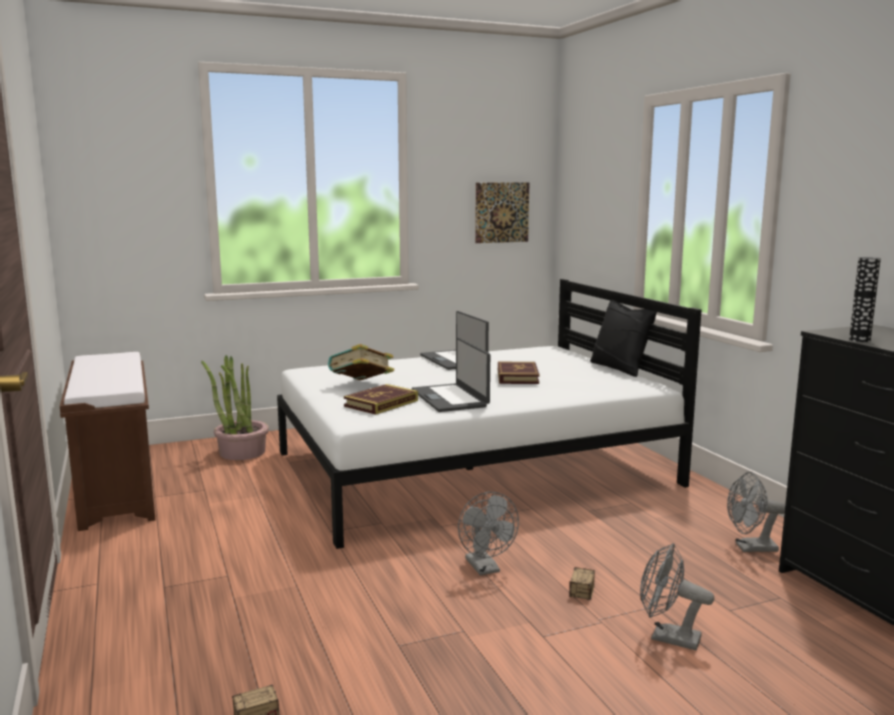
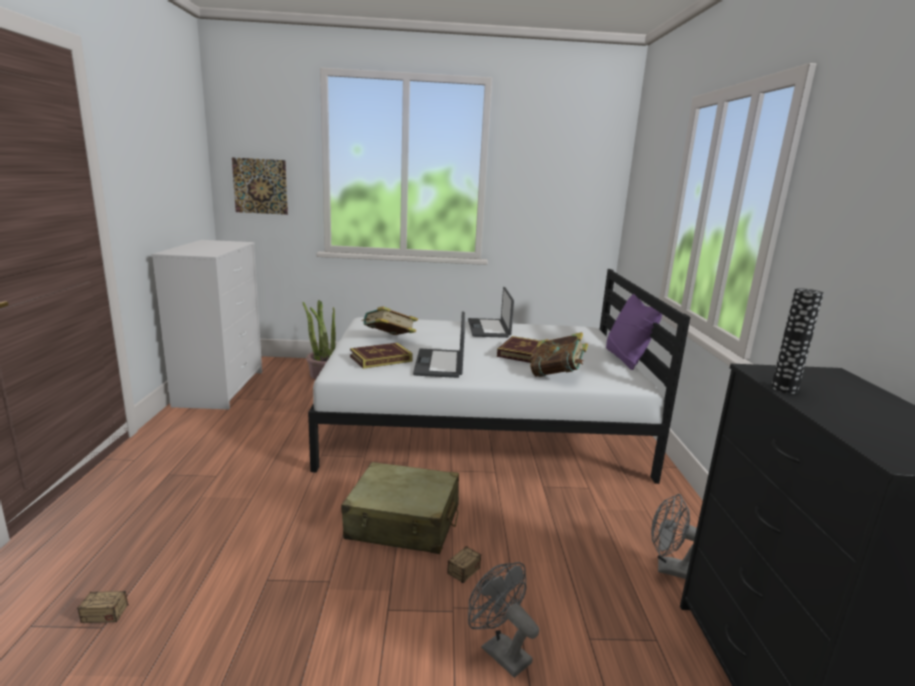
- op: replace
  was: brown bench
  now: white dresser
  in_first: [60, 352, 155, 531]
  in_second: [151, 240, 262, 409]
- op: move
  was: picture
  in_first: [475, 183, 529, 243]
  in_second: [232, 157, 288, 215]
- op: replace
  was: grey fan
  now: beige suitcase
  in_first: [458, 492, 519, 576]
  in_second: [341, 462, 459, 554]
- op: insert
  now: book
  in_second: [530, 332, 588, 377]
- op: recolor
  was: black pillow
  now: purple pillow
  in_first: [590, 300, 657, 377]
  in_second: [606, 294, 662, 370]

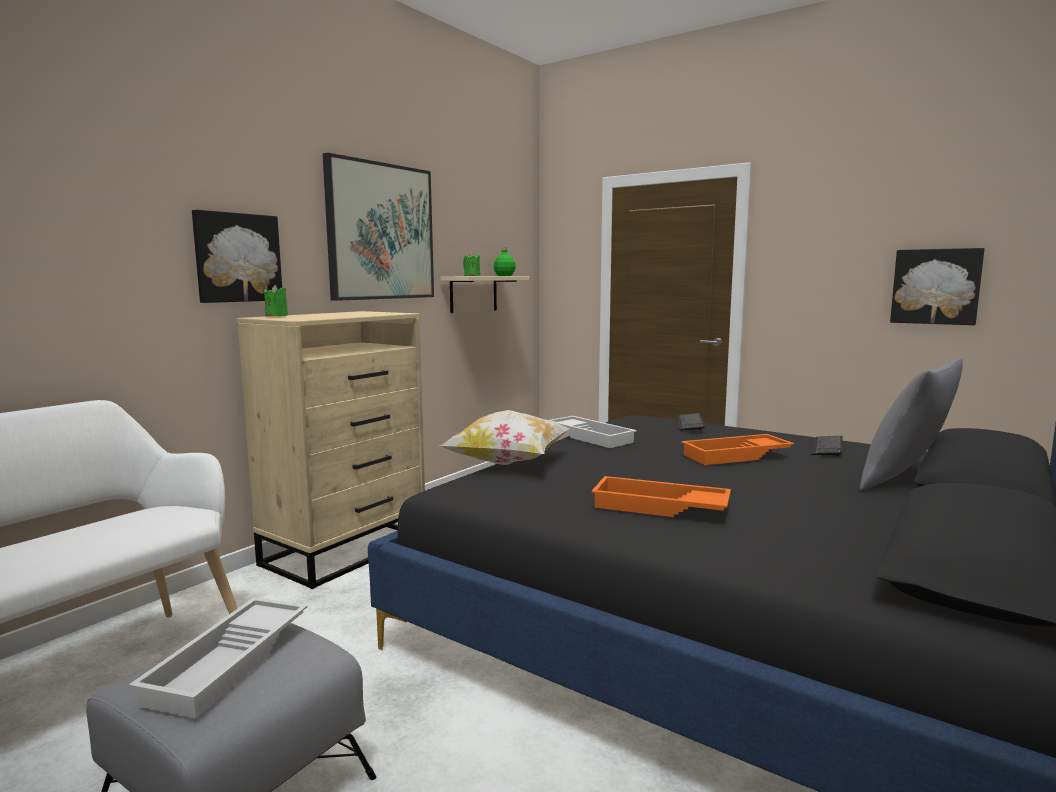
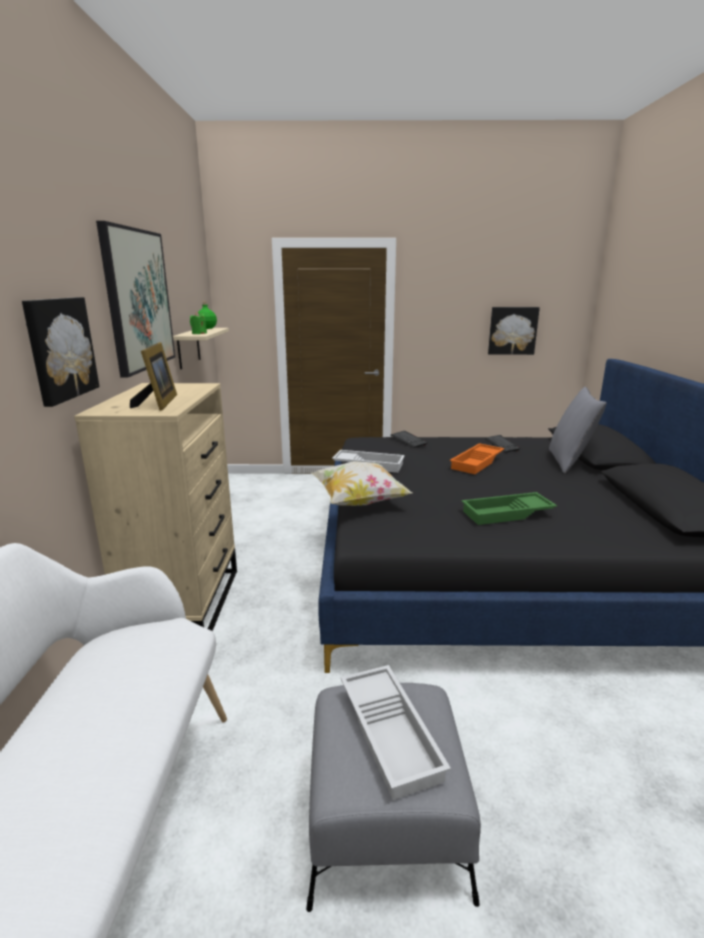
- op: insert
  now: picture frame
  in_second: [130, 342, 177, 411]
- op: recolor
  was: orange tray
  now: green tray
  in_first: [592, 476, 731, 517]
  in_second: [462, 492, 557, 525]
- op: delete
  was: green candle
  in_first: [264, 285, 288, 316]

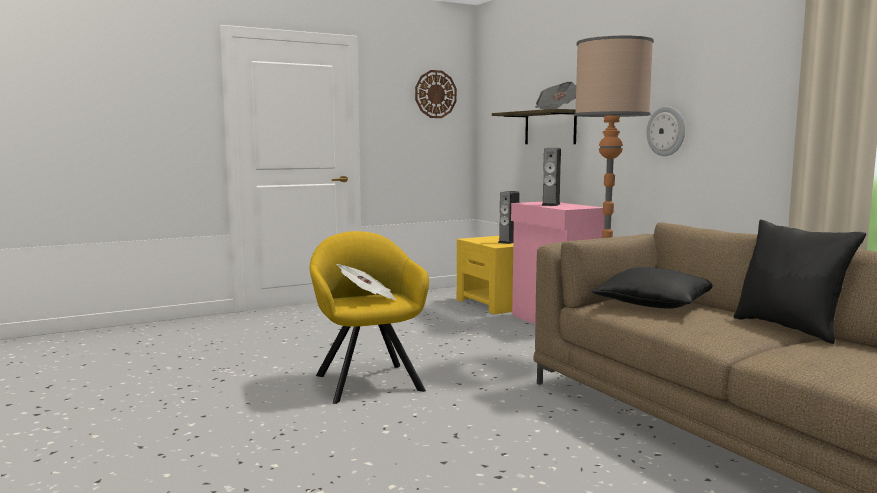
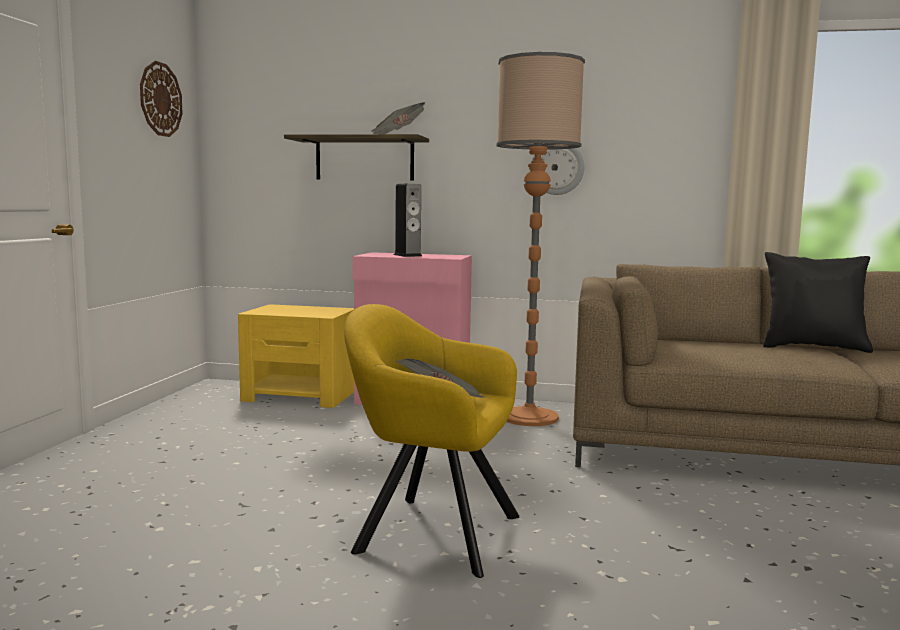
- op: delete
  was: speaker
  in_first: [498, 191, 520, 244]
- op: delete
  was: black pillow
  in_first: [592, 267, 712, 309]

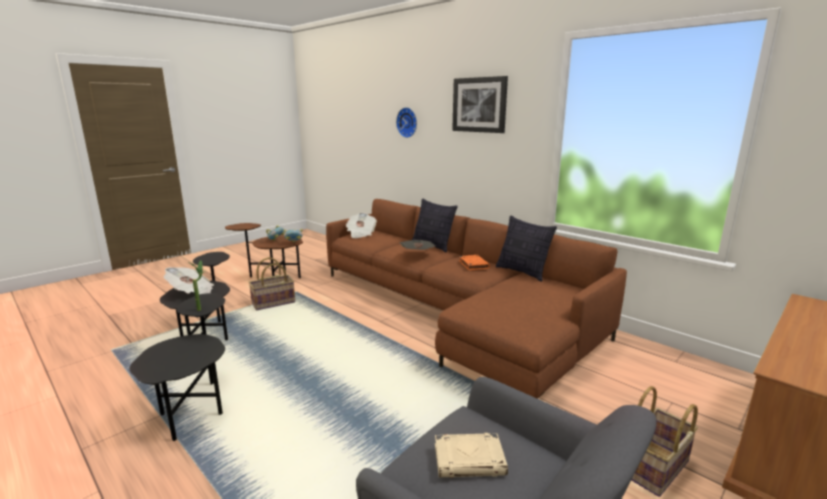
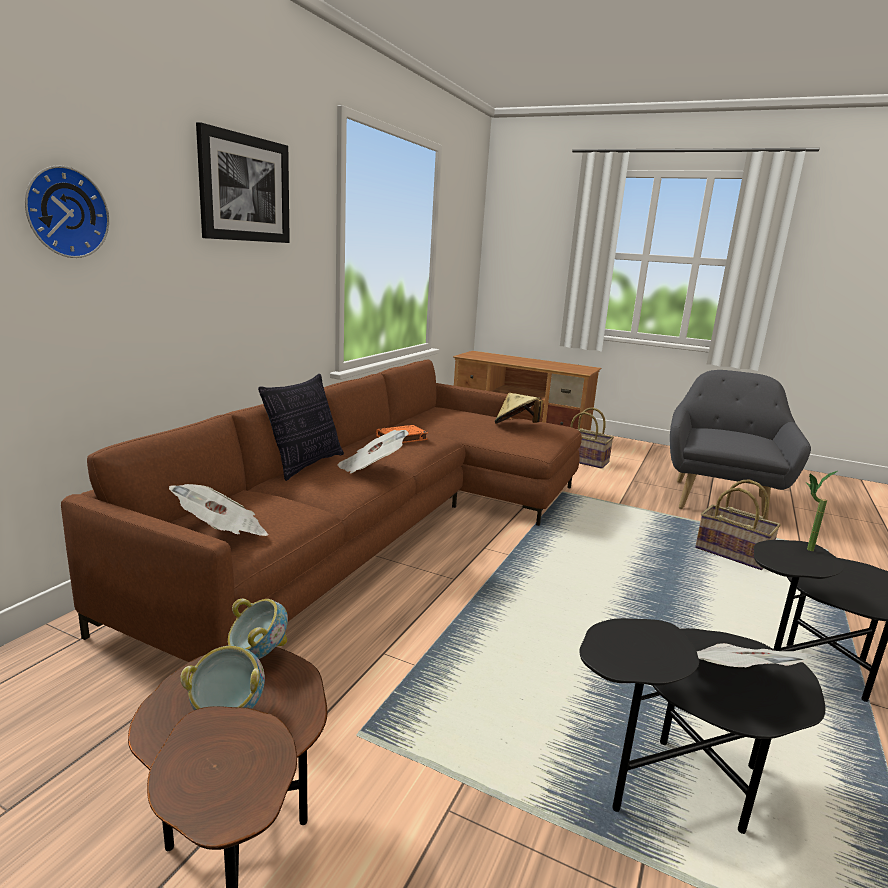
- op: insert
  now: beige hat
  in_second: [495, 393, 543, 423]
- op: move
  was: basket
  in_first: [248, 257, 295, 310]
  in_second: [695, 479, 781, 570]
- op: delete
  was: beige book
  in_first: [435, 433, 508, 478]
- op: delete
  was: pillow
  in_first: [496, 216, 557, 282]

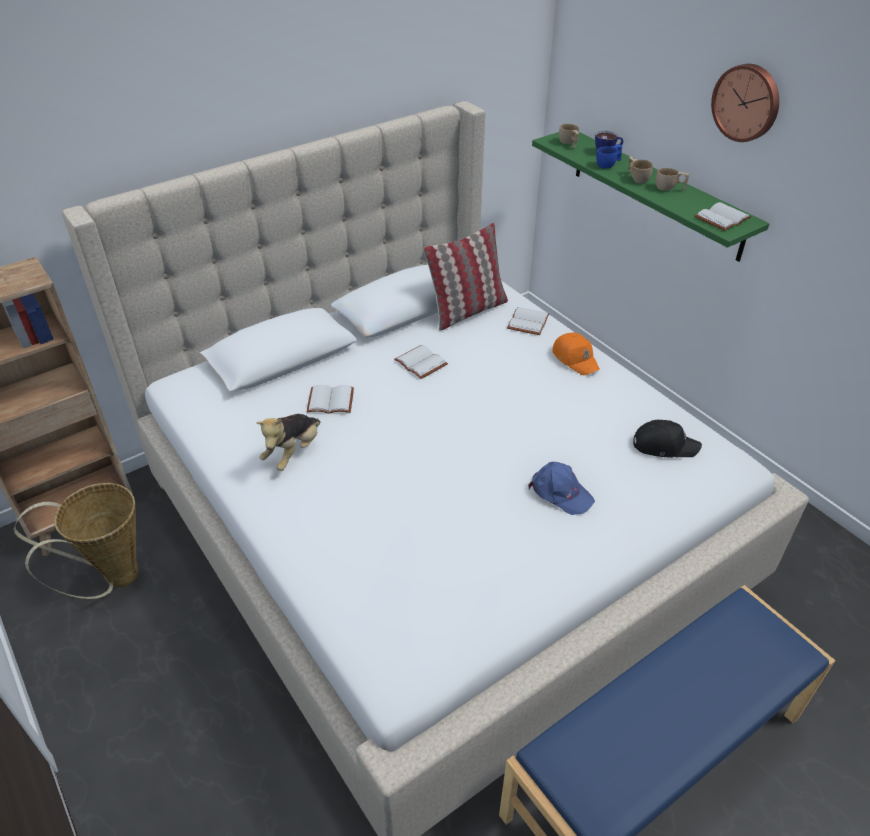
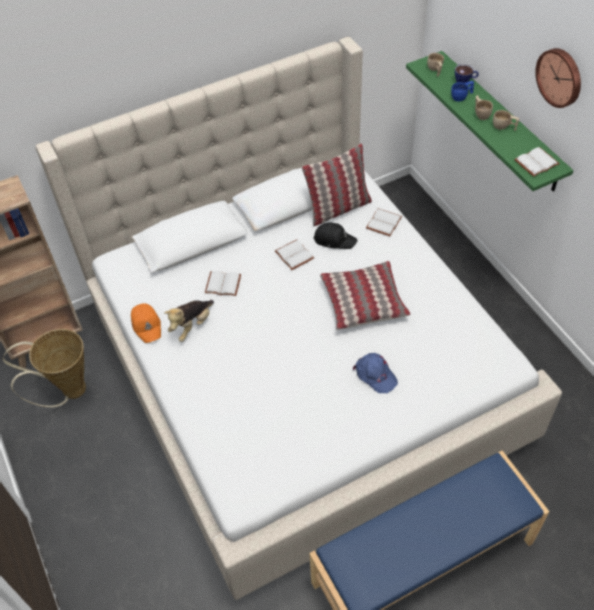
- op: move
  was: orange cap
  in_first: [552, 333, 600, 375]
  in_second: [131, 303, 161, 343]
- op: move
  was: black cap
  in_first: [633, 420, 702, 458]
  in_second: [313, 222, 358, 249]
- op: insert
  now: pillow
  in_second: [320, 261, 411, 330]

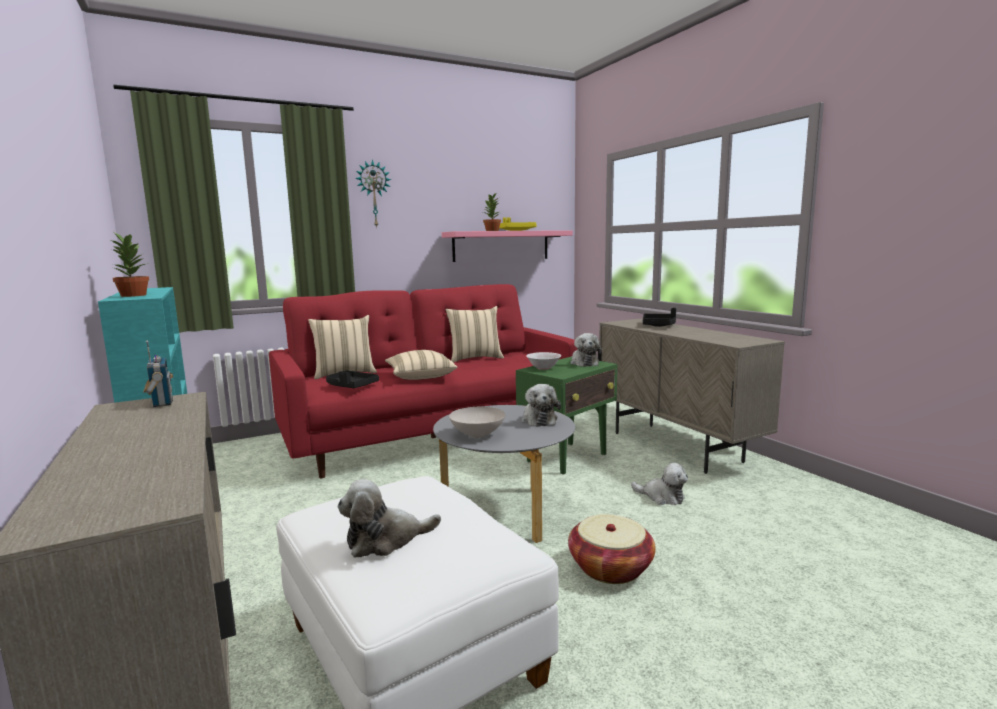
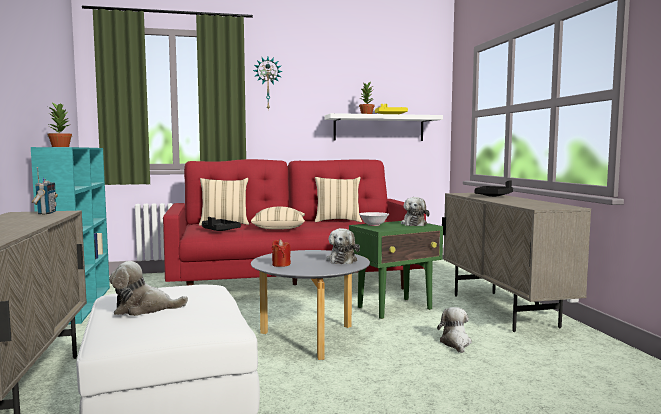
- op: replace
  was: white bowl
  now: red candle
  in_first: [449, 407, 505, 438]
  in_second: [272, 239, 291, 267]
- op: recolor
  was: pink shelf
  now: white shelf
  in_first: [442, 230, 573, 262]
  in_second: [324, 113, 443, 141]
- op: rotate
  was: plush toy
  in_first: [631, 463, 688, 505]
  in_second: [437, 307, 472, 353]
  clockwise: -135
- op: delete
  was: basket
  in_first: [568, 514, 656, 584]

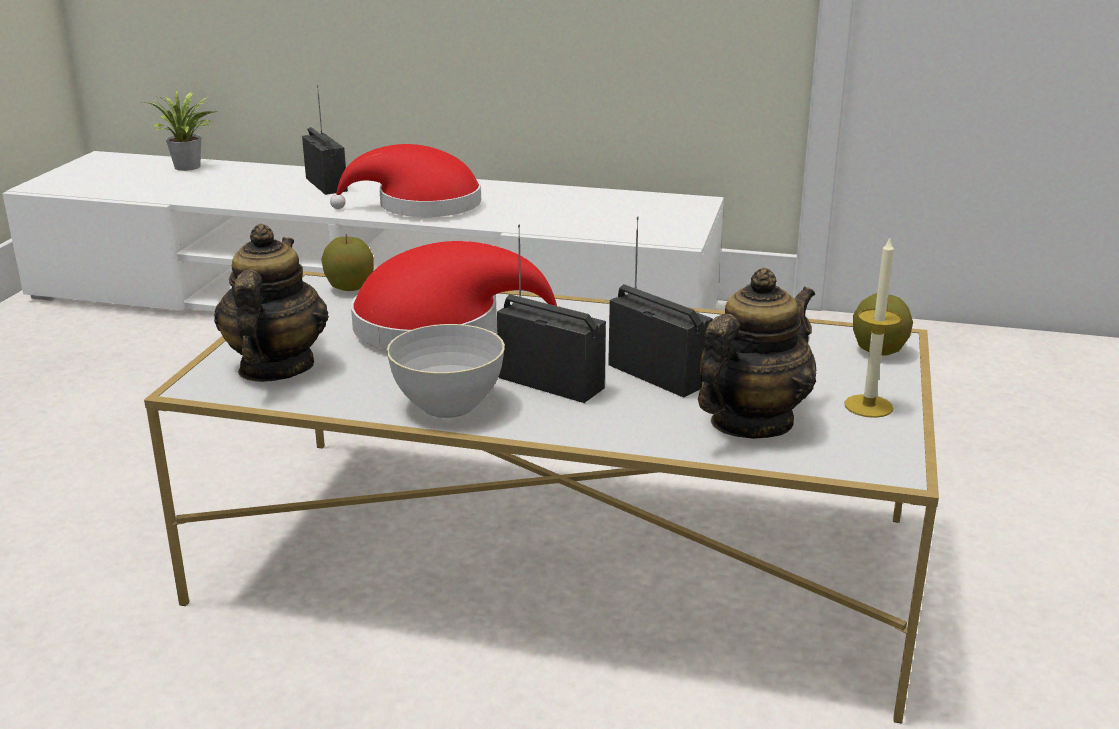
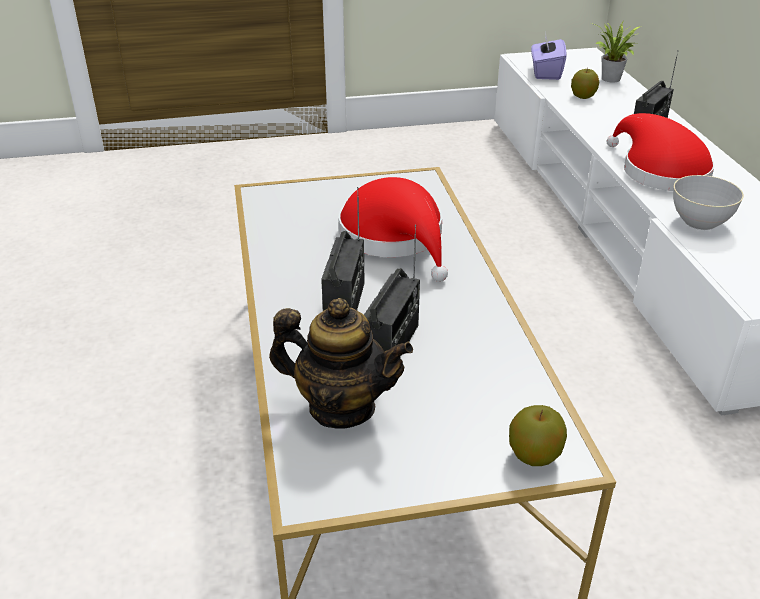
- op: insert
  now: purple tissue box
  in_second: [531, 31, 567, 80]
- op: move
  was: apple
  in_first: [321, 235, 374, 291]
  in_second: [571, 68, 599, 99]
- op: move
  was: grey bowl
  in_first: [387, 324, 505, 418]
  in_second: [673, 175, 744, 230]
- op: delete
  was: teapot
  in_first: [214, 224, 329, 382]
- op: delete
  was: candle
  in_first: [844, 236, 902, 418]

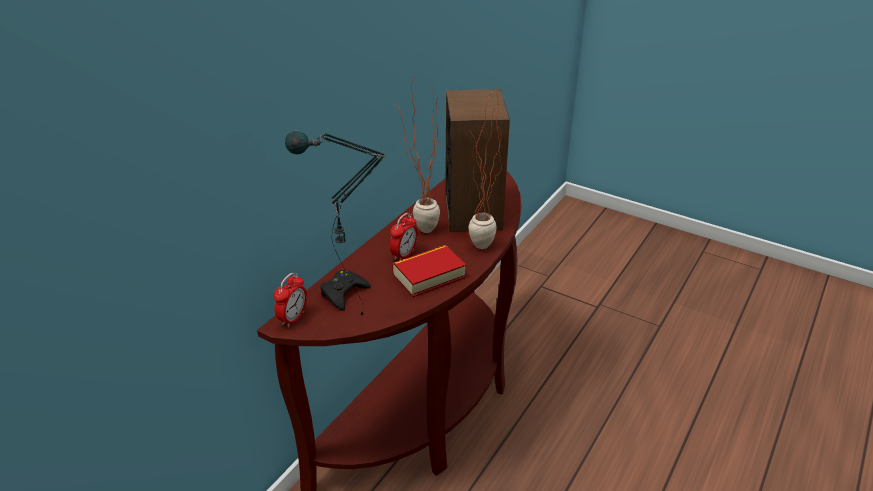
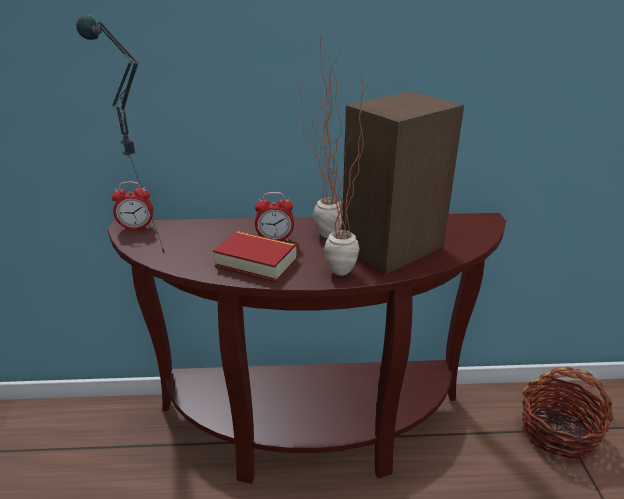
- op: insert
  now: basket
  in_second: [522, 367, 614, 460]
- op: delete
  was: black game controller
  in_first: [320, 270, 371, 311]

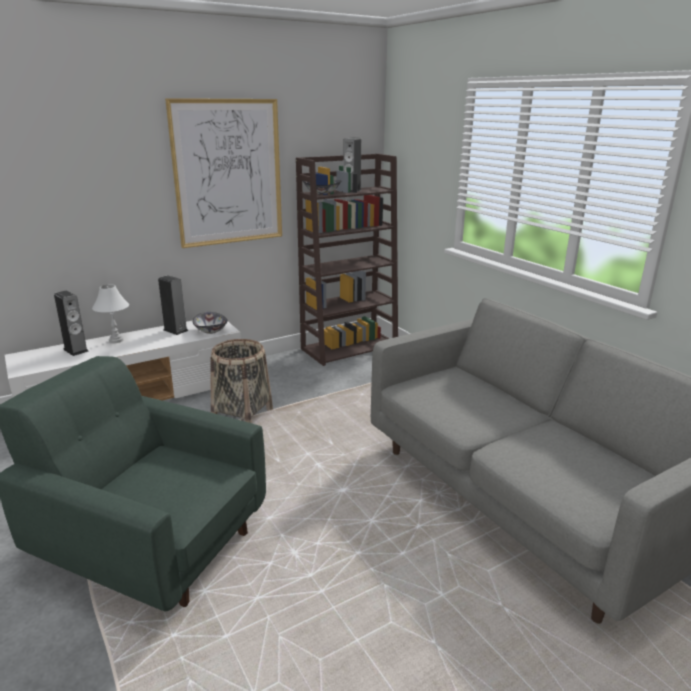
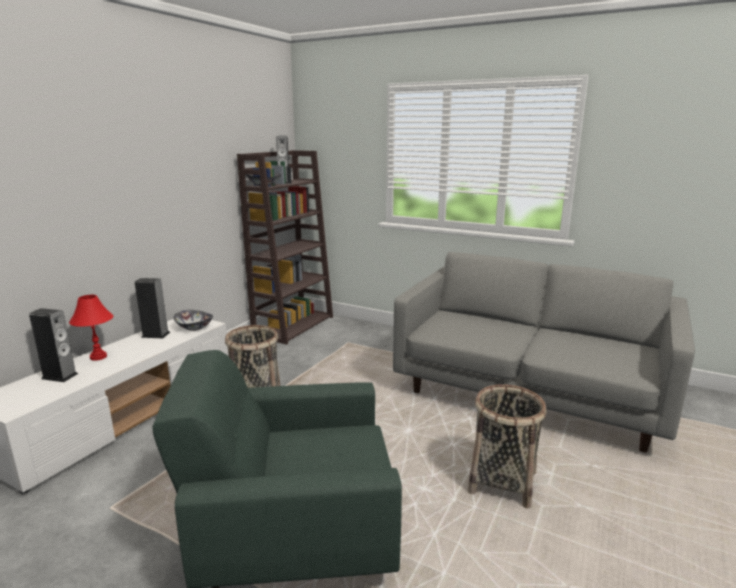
- op: recolor
  was: white table lamp
  now: red table lamp
  in_first: [92, 285, 129, 343]
  in_second: [69, 295, 113, 361]
- op: insert
  now: basket
  in_second: [468, 384, 547, 509]
- op: delete
  was: picture
  in_first: [165, 98, 282, 248]

